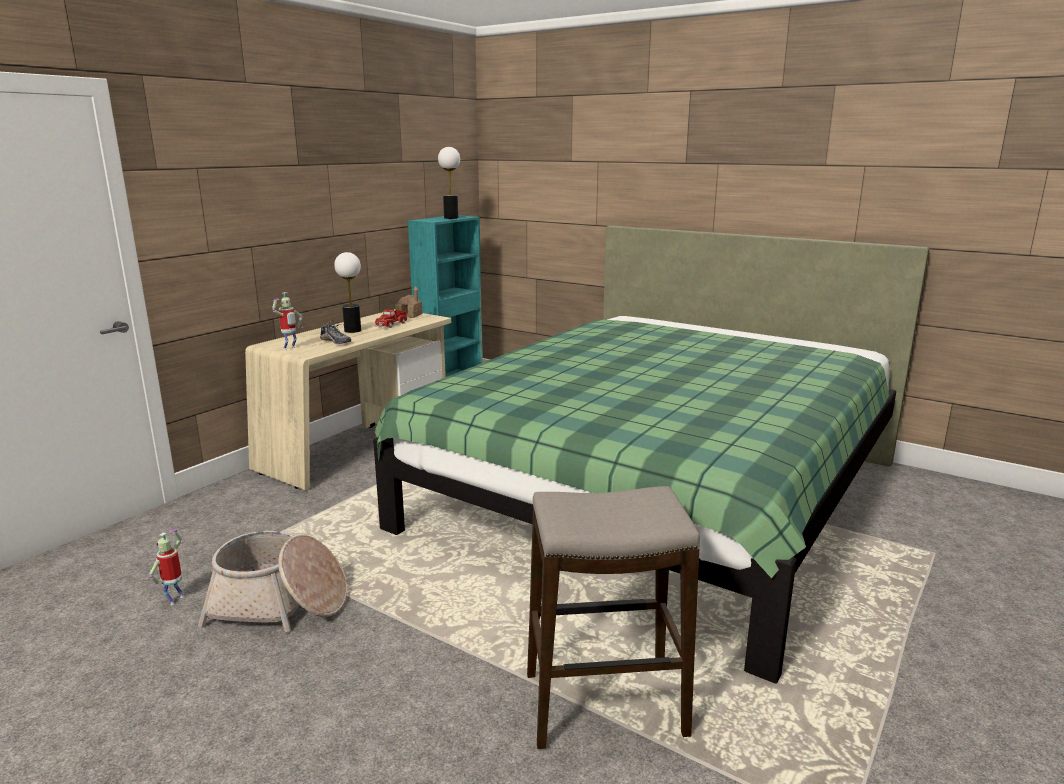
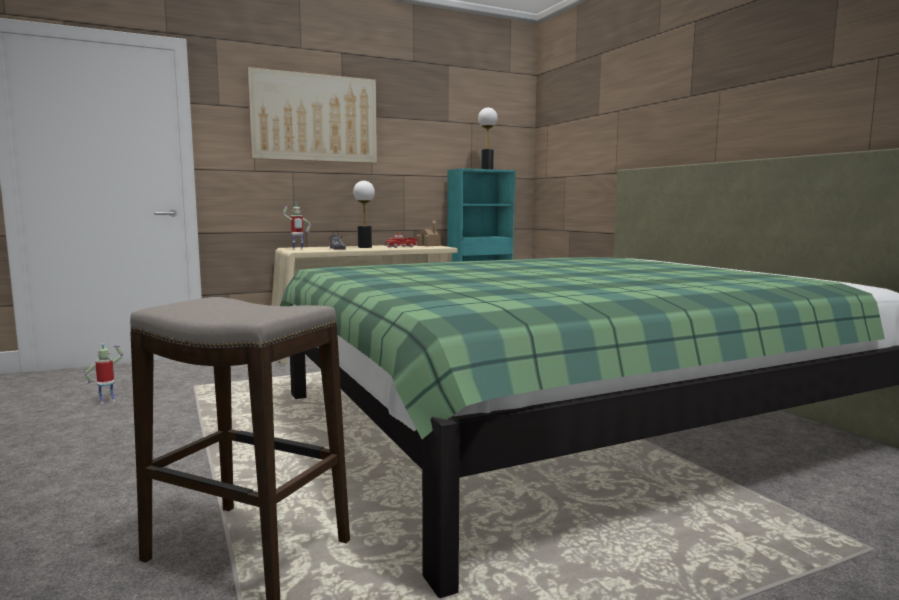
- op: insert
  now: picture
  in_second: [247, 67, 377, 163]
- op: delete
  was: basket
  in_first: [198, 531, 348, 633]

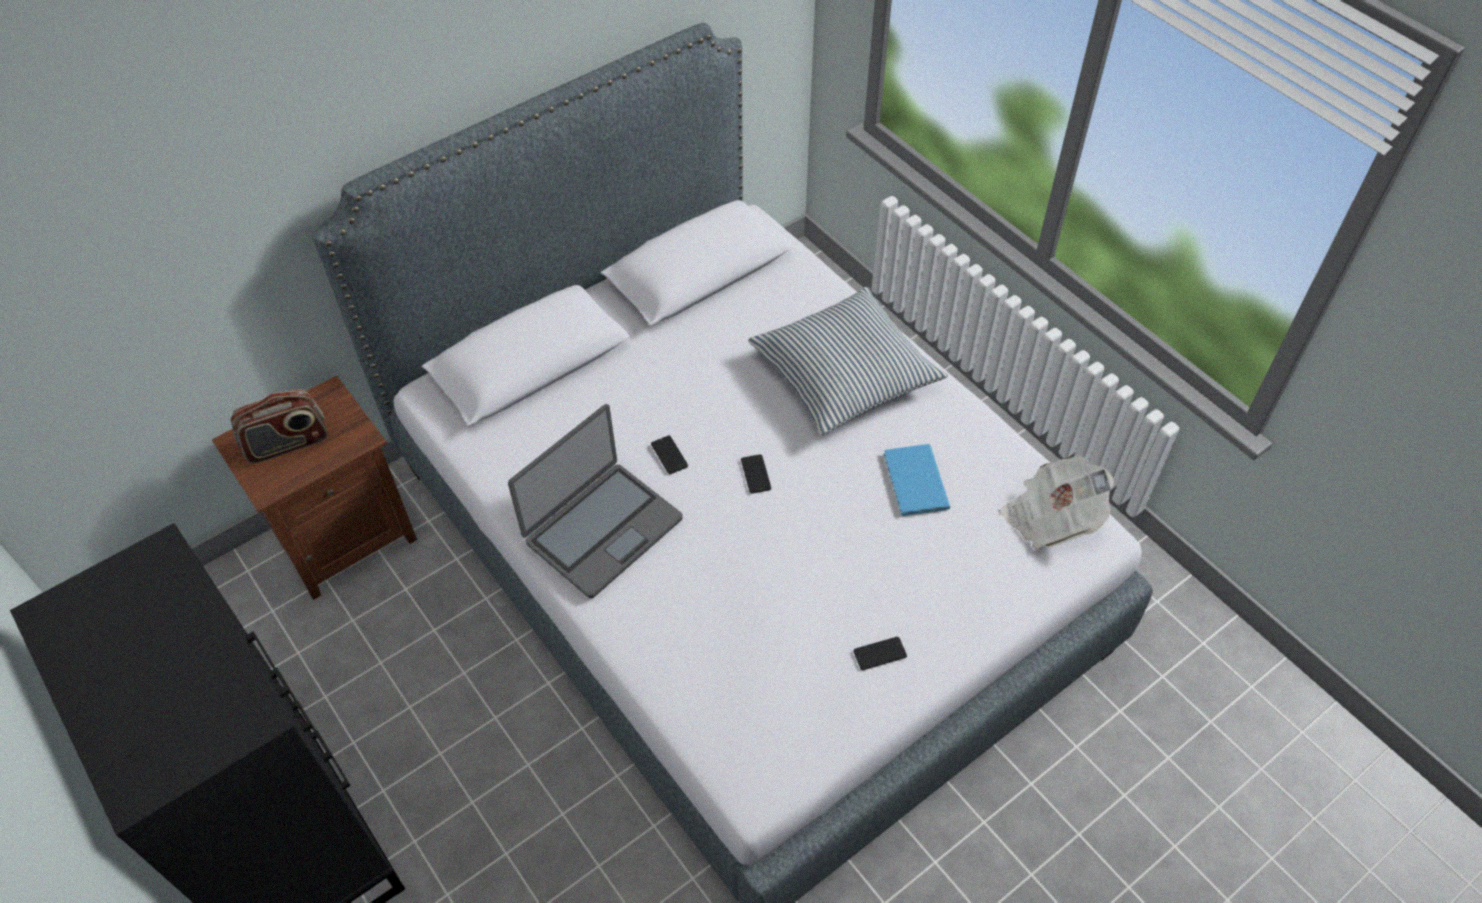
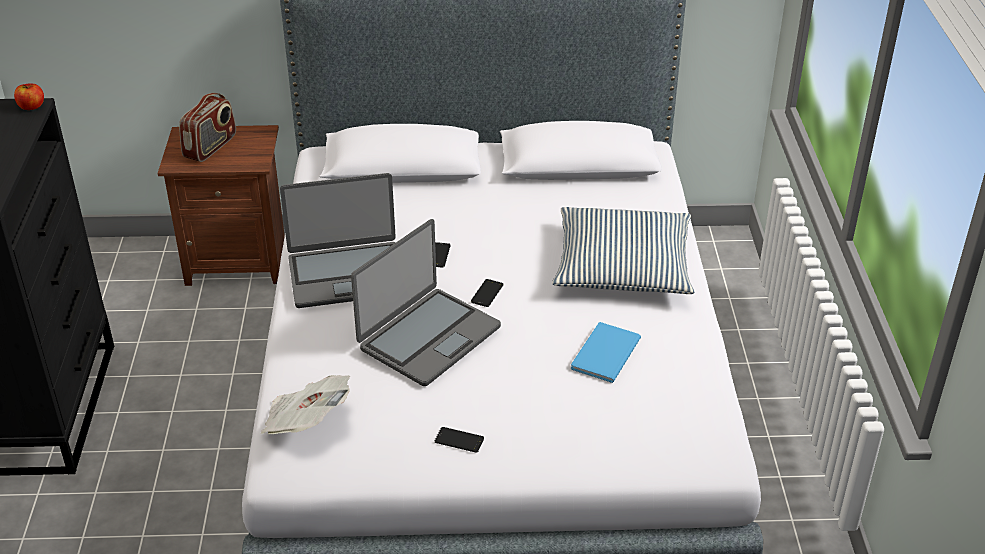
- op: insert
  now: apple
  in_second: [14, 83, 44, 110]
- op: rotate
  was: radio
  in_first: [231, 389, 328, 463]
  in_second: [179, 93, 236, 162]
  clockwise: -75
- op: move
  was: newspaper
  in_first: [1001, 456, 1115, 550]
  in_second: [261, 375, 350, 434]
- op: insert
  now: laptop
  in_second: [351, 219, 501, 386]

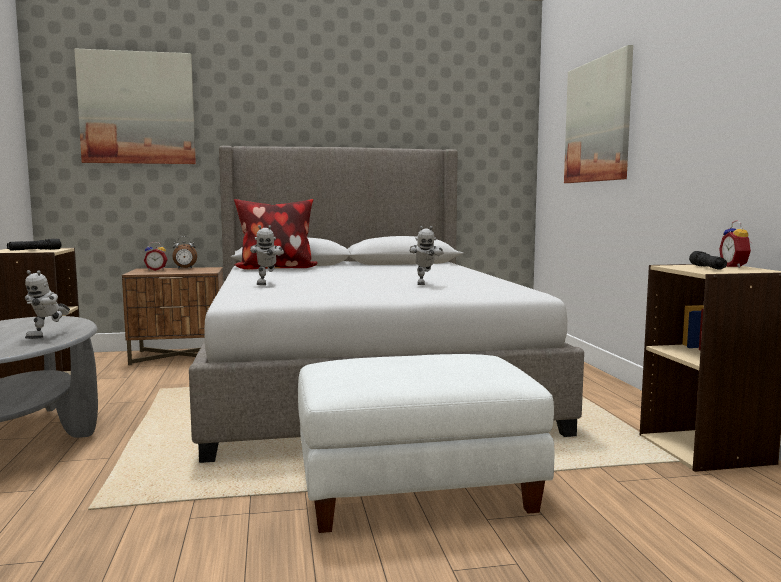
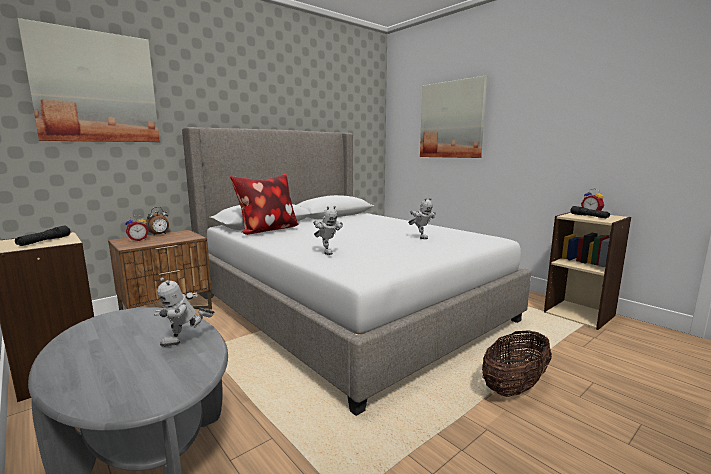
- op: rotate
  was: toy robot
  in_first: [25, 270, 70, 339]
  in_second: [154, 278, 214, 347]
  clockwise: 60
- op: replace
  was: white ottoman
  now: basket
  in_first: [298, 354, 554, 533]
  in_second: [482, 330, 552, 397]

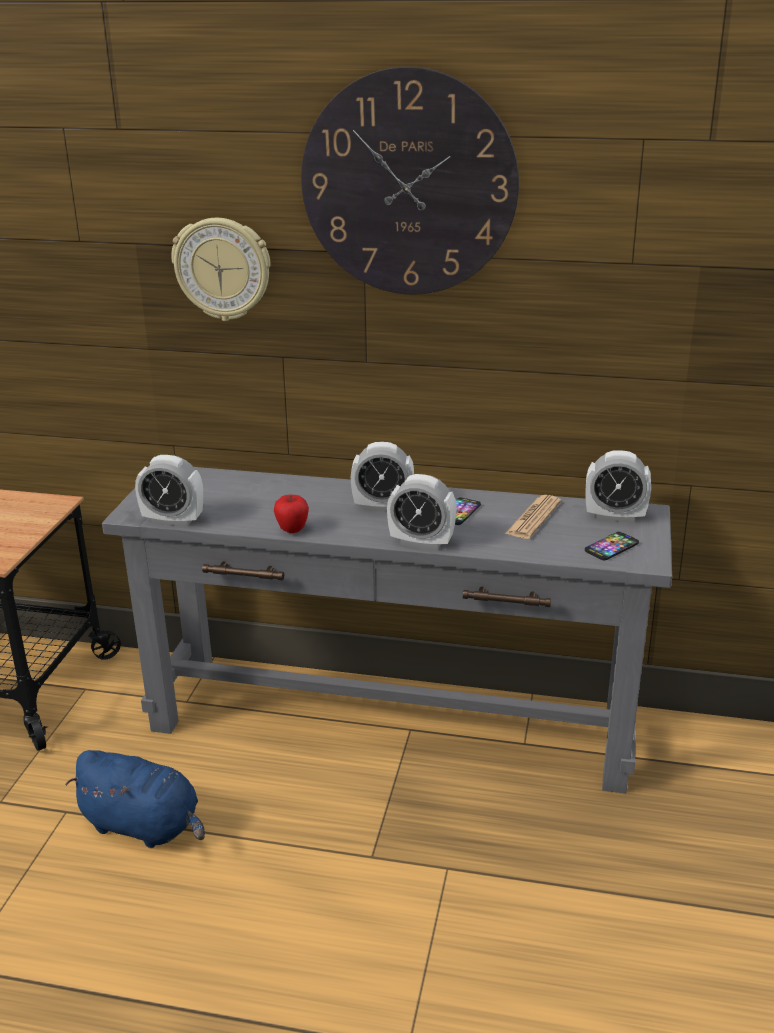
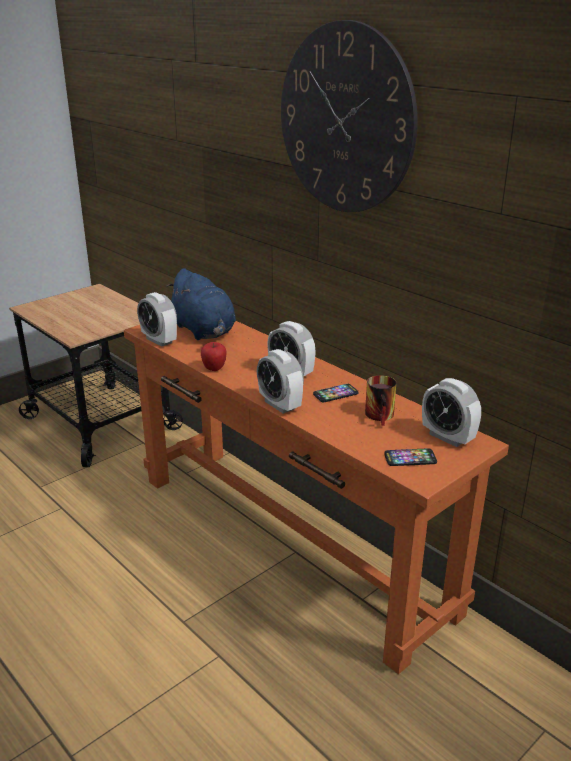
- op: recolor
  was: grey console table
  now: orange console table
  in_first: [102, 467, 672, 794]
  in_second: [124, 321, 509, 674]
- op: move
  was: blue plush toy
  in_first: [66, 750, 205, 848]
  in_second: [166, 268, 236, 340]
- op: replace
  was: newspaper
  now: mug
  in_first: [505, 495, 561, 539]
  in_second: [365, 375, 396, 426]
- op: delete
  was: wall clock
  in_first: [171, 218, 271, 321]

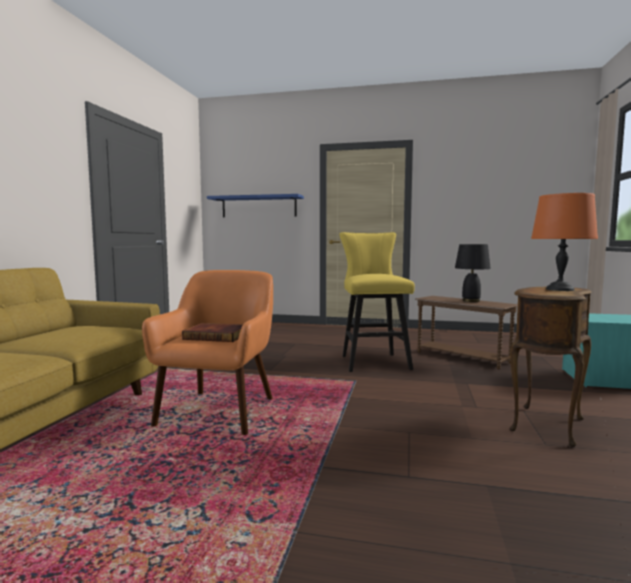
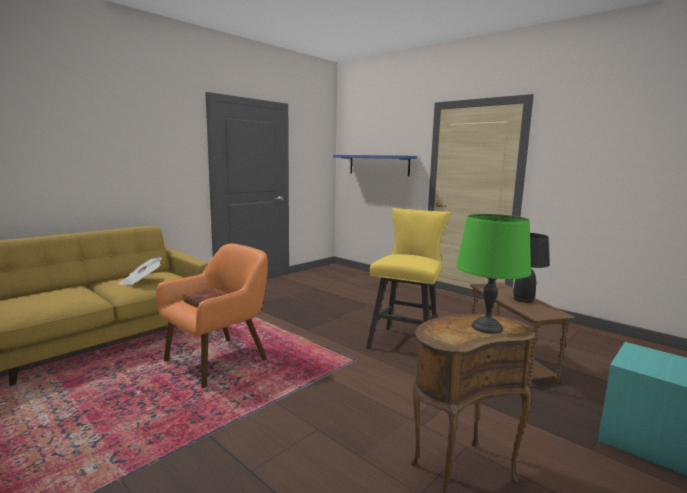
- op: insert
  now: newspaper
  in_second: [119, 257, 162, 285]
- op: recolor
  was: orange table lamp
  now: green table lamp
  in_first: [531, 193, 598, 291]
  in_second: [456, 214, 531, 334]

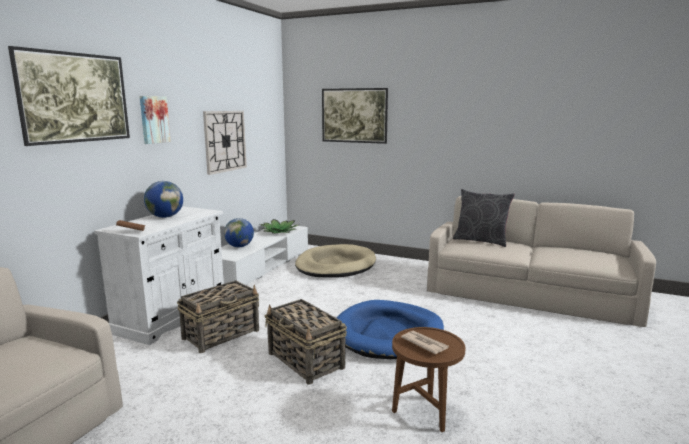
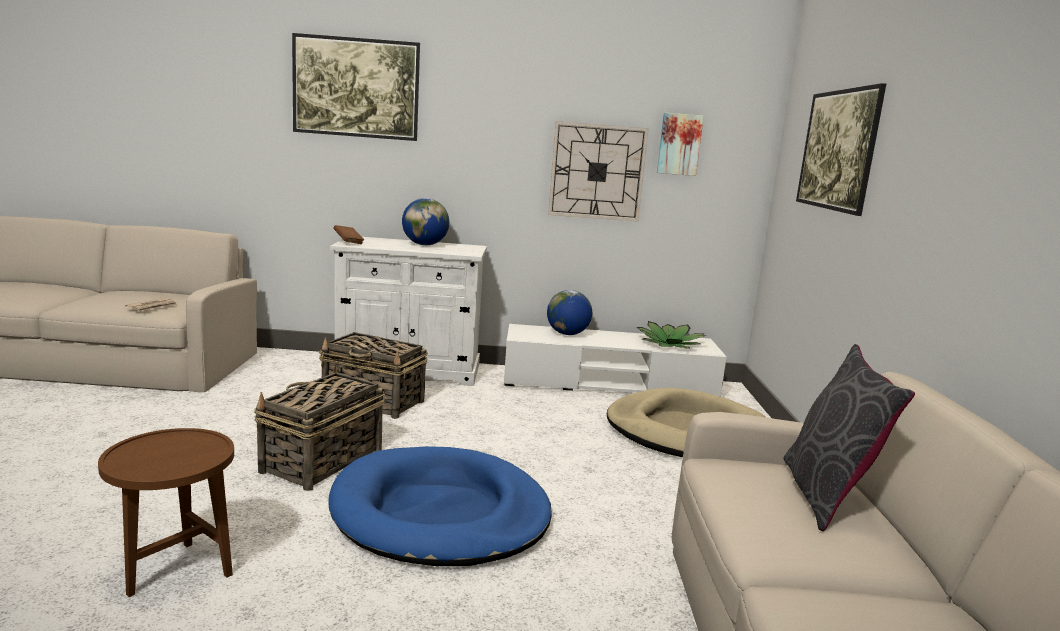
- op: move
  was: newspaper
  in_first: [401, 330, 449, 354]
  in_second: [125, 298, 178, 311]
- op: move
  was: picture
  in_first: [140, 96, 171, 144]
  in_second: [657, 113, 704, 176]

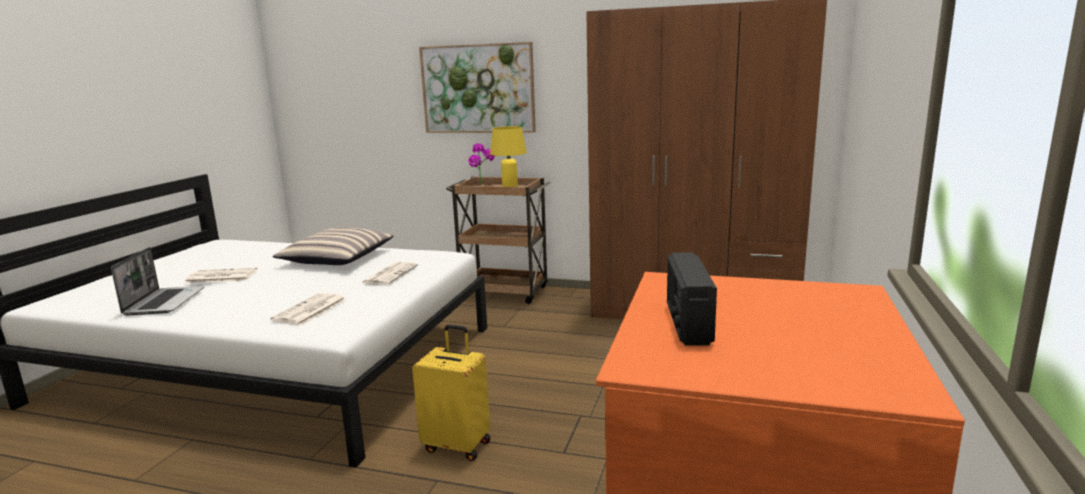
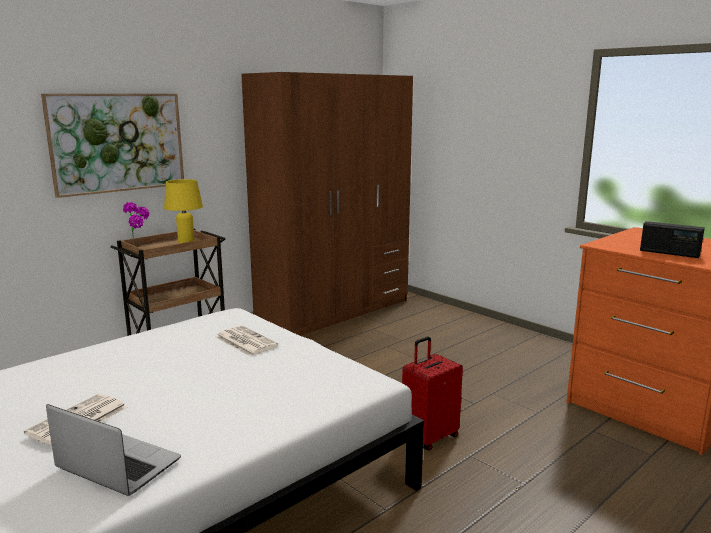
- op: recolor
  was: yellow suitcase
  now: red suitcase
  in_first: [412, 324, 490, 461]
  in_second: [402, 336, 463, 451]
- op: delete
  was: newspaper
  in_first: [271, 293, 346, 325]
- op: delete
  was: pillow
  in_first: [273, 228, 394, 265]

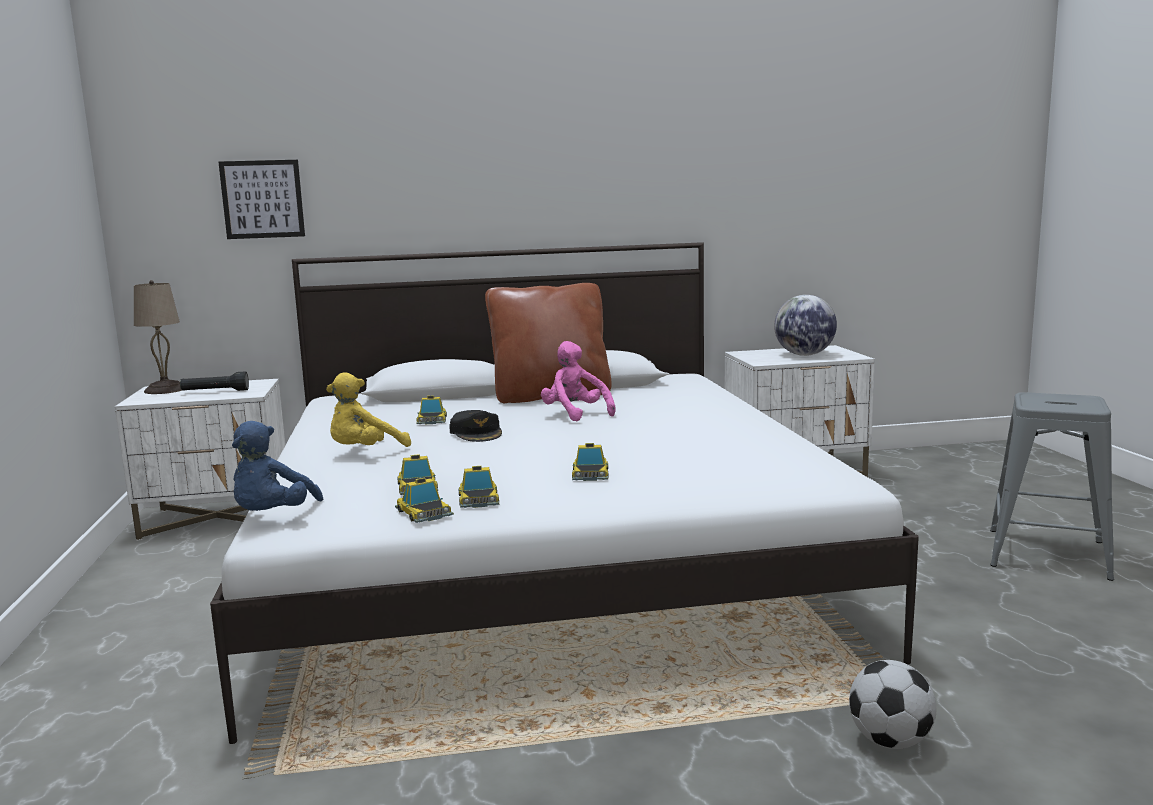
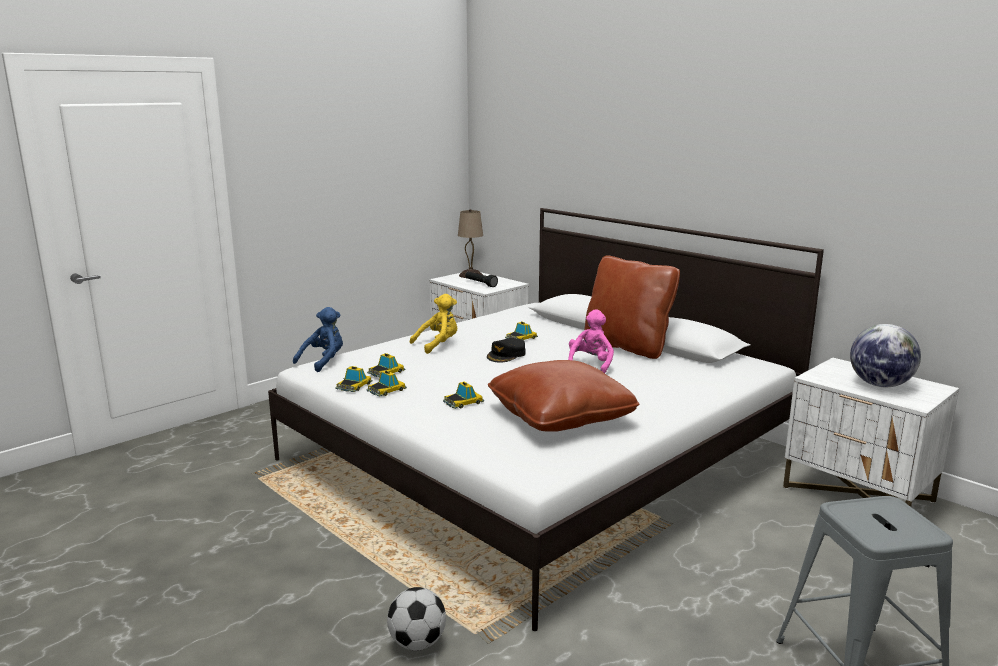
- op: rotate
  was: blue plush toy
  in_first: [232, 421, 323, 511]
  in_second: [293, 307, 343, 372]
  clockwise: 150
- op: rotate
  was: yellow plush toy
  in_first: [326, 372, 411, 447]
  in_second: [410, 294, 457, 354]
  clockwise: 135
- op: insert
  now: brown pillow
  in_second: [488, 360, 639, 431]
- op: delete
  was: picture
  in_first: [218, 160, 305, 239]

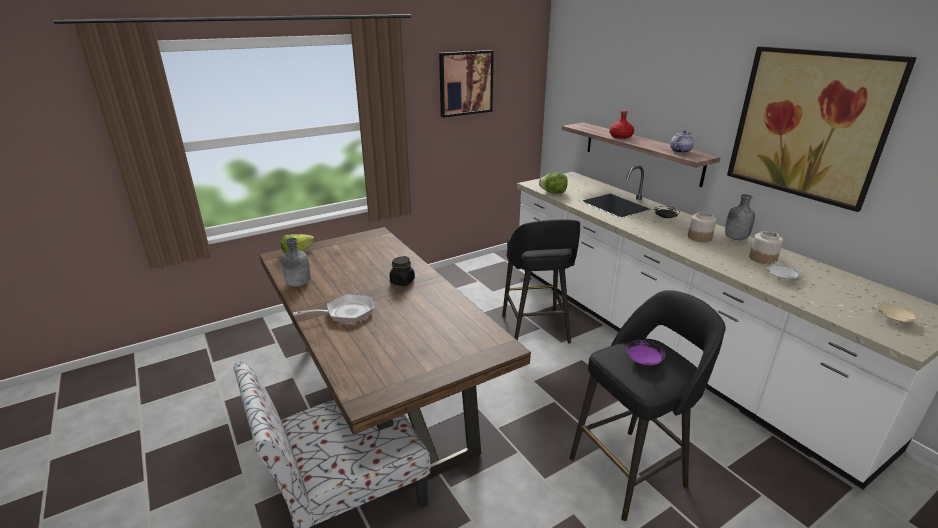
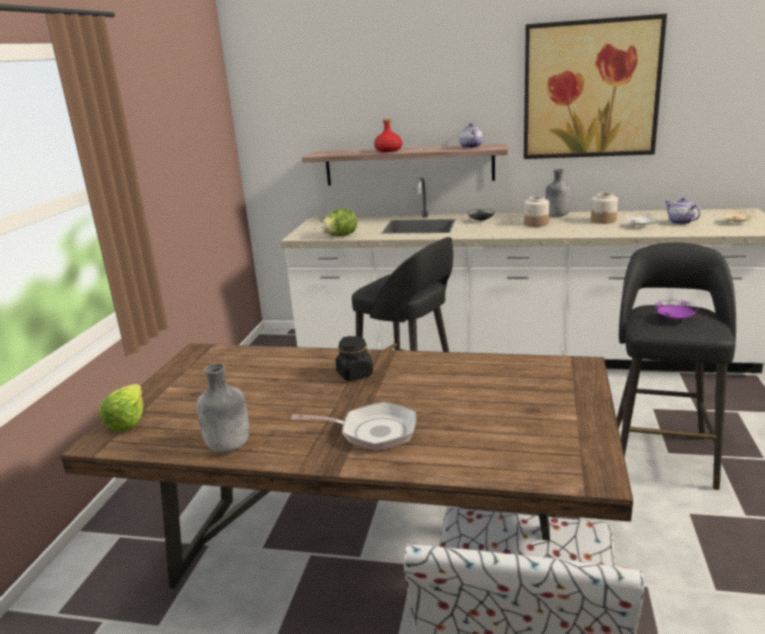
- op: rotate
  was: frying pan
  in_first: [293, 294, 375, 323]
  in_second: [291, 402, 416, 452]
  clockwise: 75
- op: insert
  now: teapot
  in_second: [665, 198, 701, 224]
- op: delete
  was: picture
  in_first: [439, 50, 494, 118]

